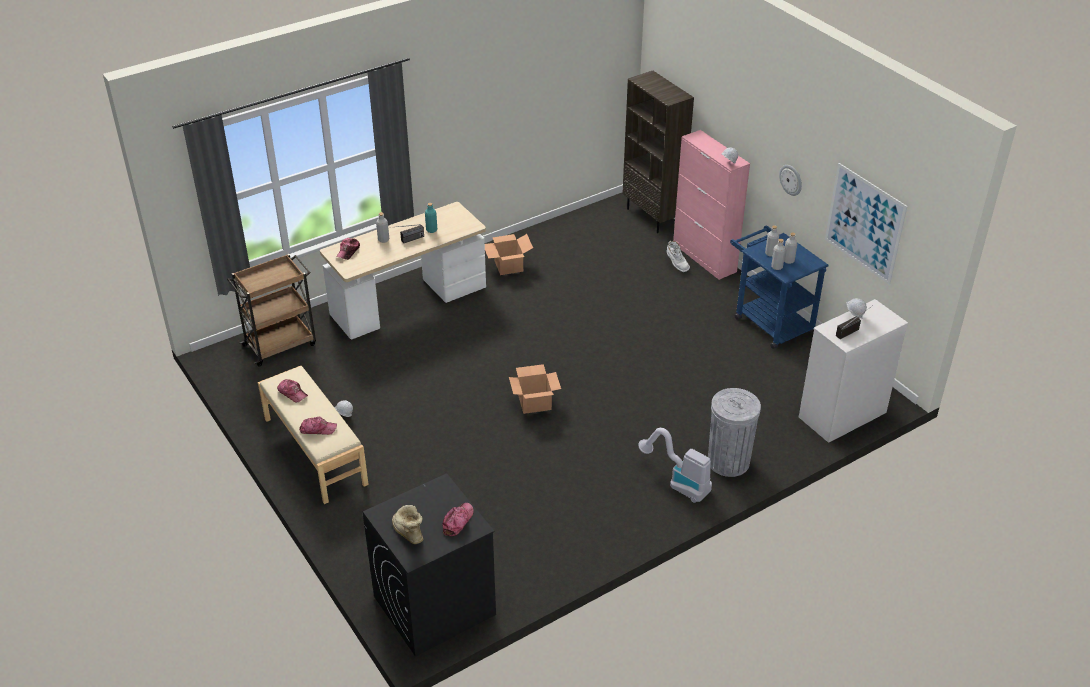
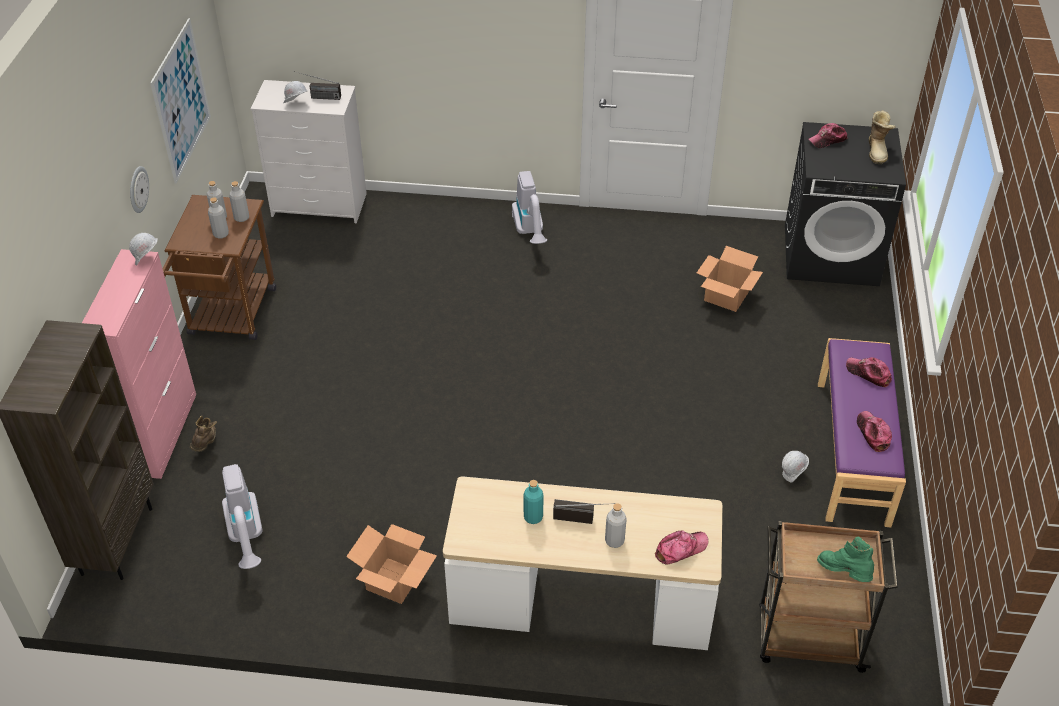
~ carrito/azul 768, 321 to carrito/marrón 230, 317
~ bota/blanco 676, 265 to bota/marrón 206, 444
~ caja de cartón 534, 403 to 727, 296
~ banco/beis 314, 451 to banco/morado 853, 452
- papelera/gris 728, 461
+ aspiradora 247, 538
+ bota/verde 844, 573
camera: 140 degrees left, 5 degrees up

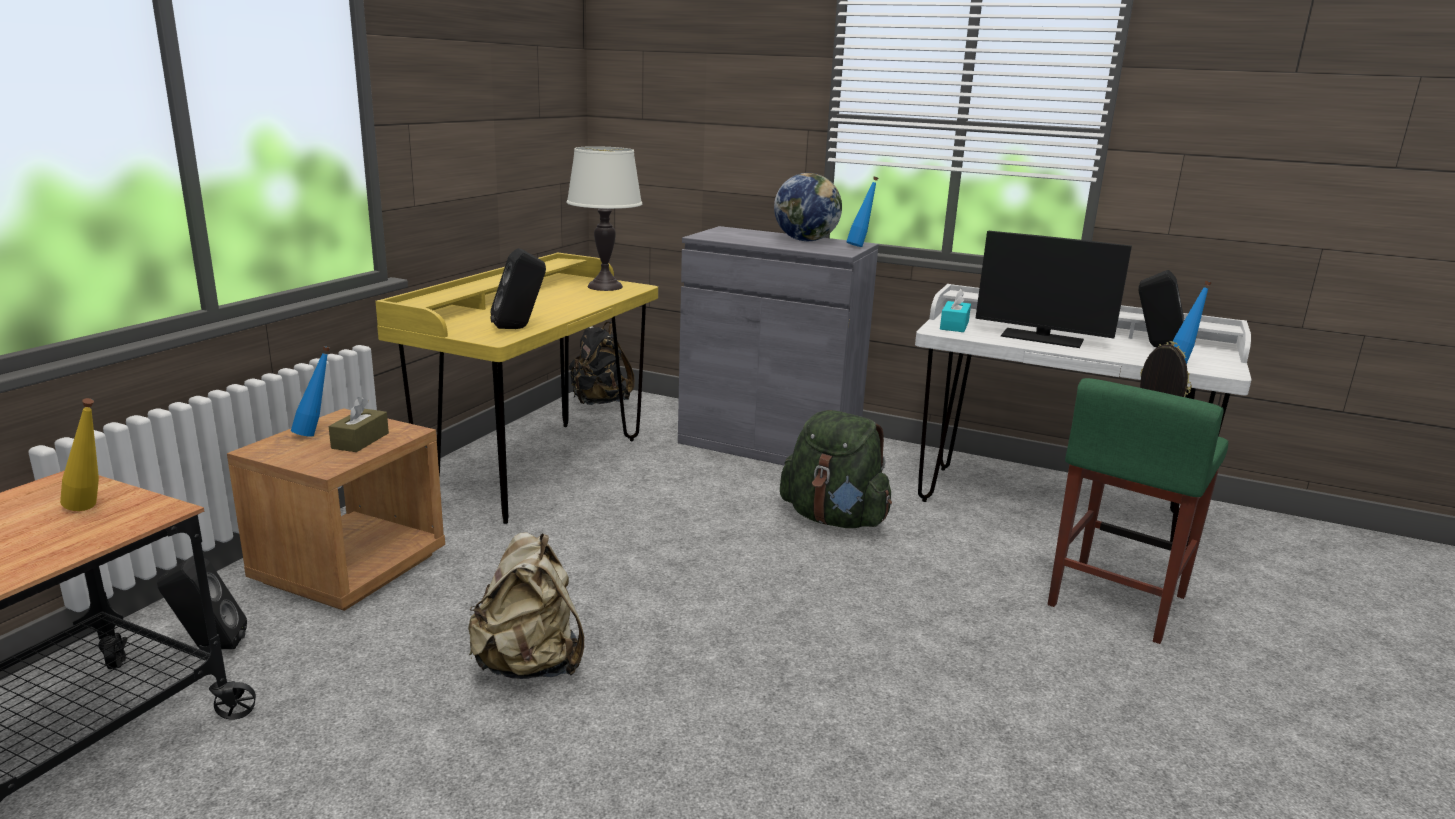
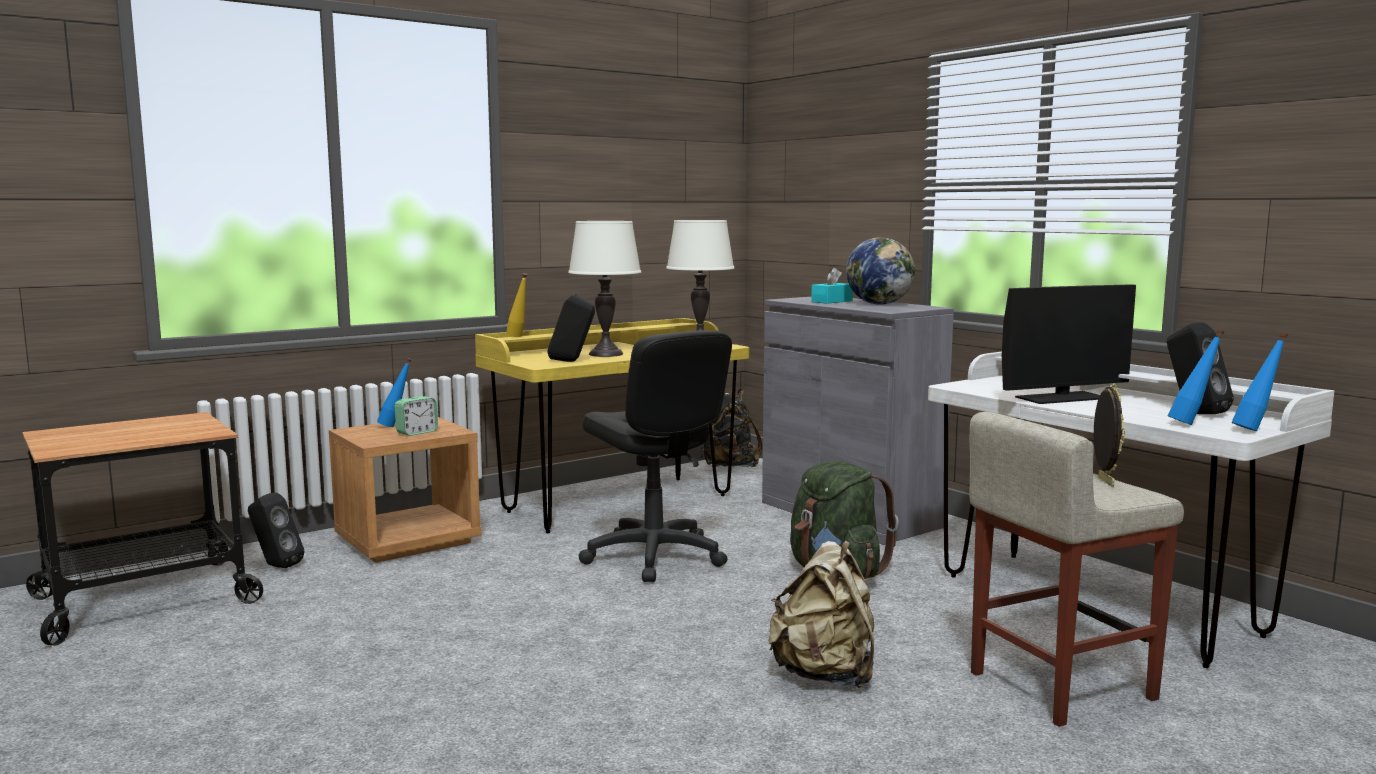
~ botella/azul 860, 246 to 1255, 430
~ monitor 1042, 338 = 1062, 398 75 degrees counterclockwise
~ caja de pañuelos/turquesa 954, 325 to 832, 301
~ taburete/verde 1116, 601 to taburete/beis 1059, 686
~ caja de pañuelos/marrón 360, 440 to despertador 417, 432
~ botella/amarillo 92, 510 to 519, 337
~ mochila/beis 529, 665 to 825, 675
+ lámpara de mesa/blanco 605, 354
+ silla de oficina/negro 653, 557
camera: 30 degrees right, 10 degrees down

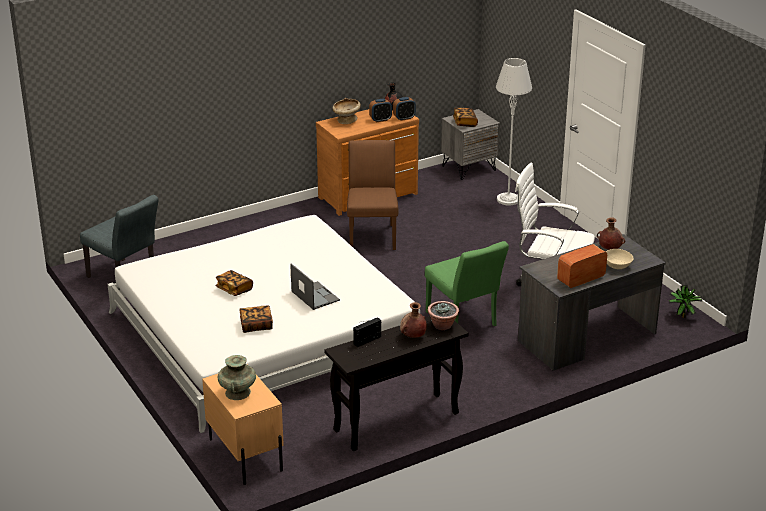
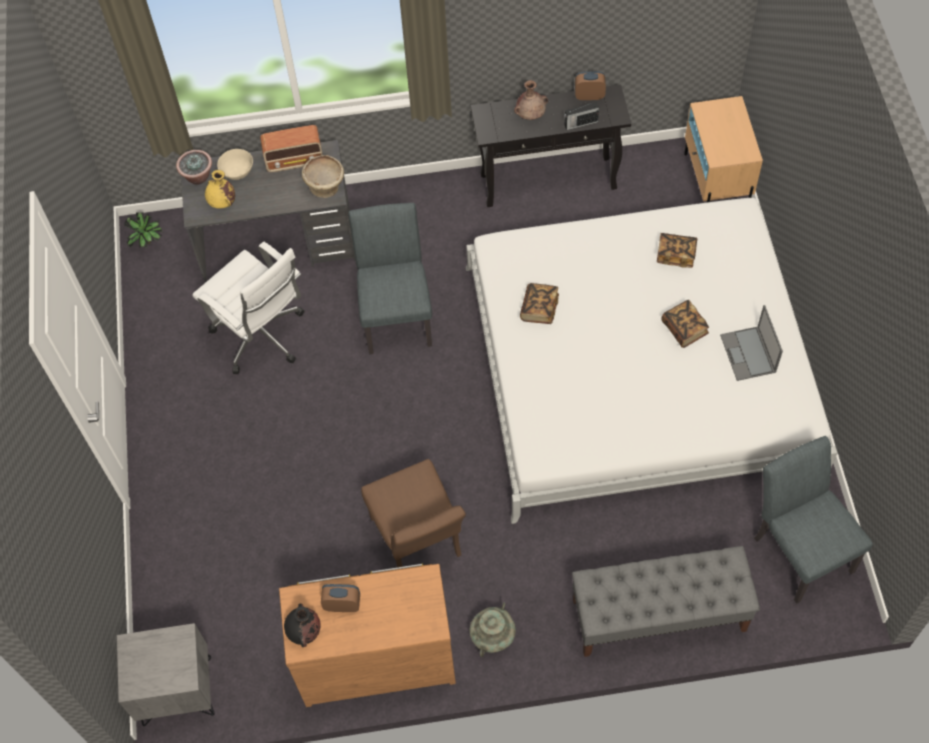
- lámpara de pie/gris 508, 199
~ despertador 404, 118 to 589, 95
~ cuenco/beis 346, 121 to 325, 186
~ libro 465, 123 to 539, 309
~ silla/marrón 372, 234 = 419, 543 45 degrees counterclockwise
~ florero/marrón 609, 249 to florero/amarillo 223, 203
~ silla/verde 464, 321 to silla/gris 396, 314
~ portátil 314, 295 to 748, 354
~ planta en maceta 443, 325 to 198, 177
~ florero/turquesa 237, 393 to 493, 637
+ banco/gris 658, 615
camera: 155 degrees left, 30 degrees up

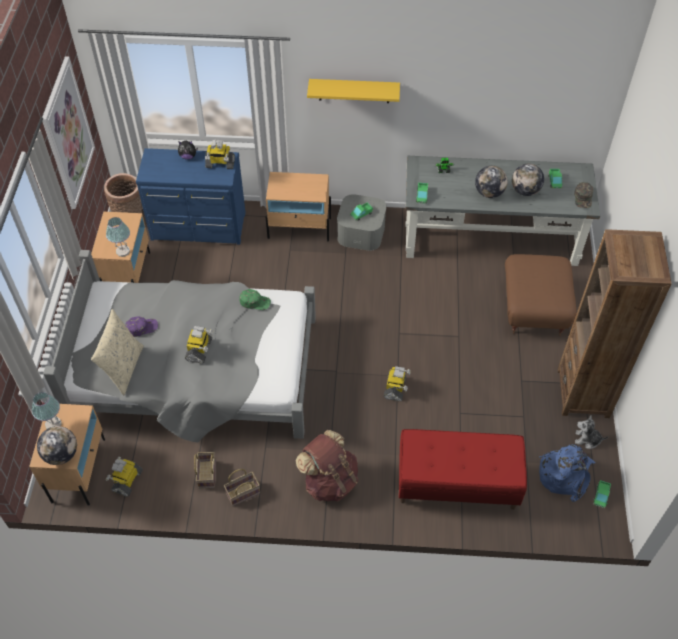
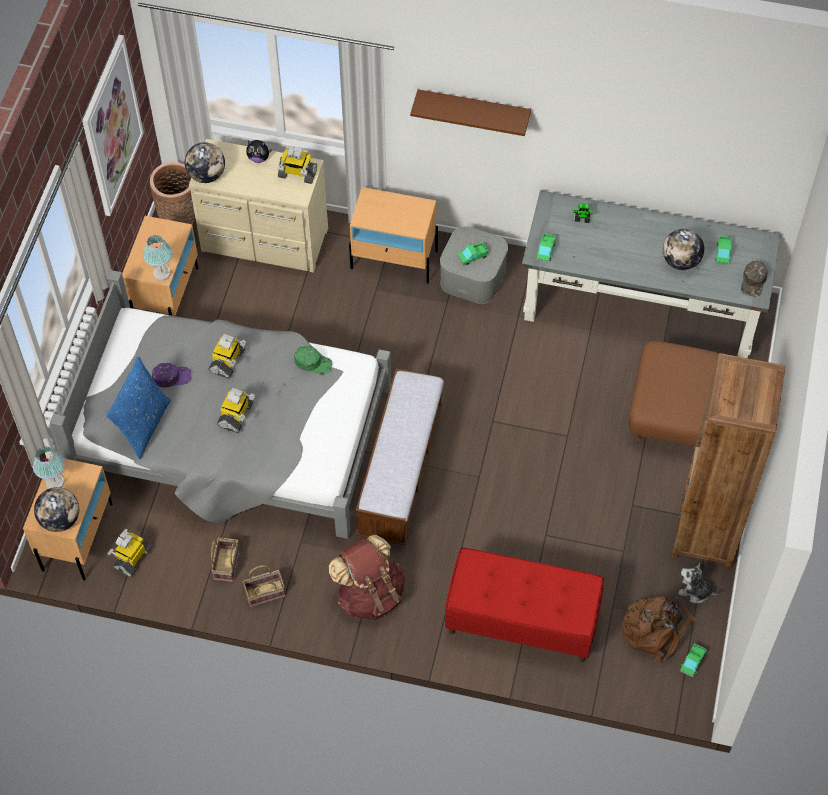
~ estante/amarillo 354, 91 to estante/marrón 473, 110
~ cómoda/azul 199, 228 to cómoda/beis 264, 242
~ globo terráqueo 489, 193 to 206, 175
~ cojín/beis 123, 368 to cojín/azul 143, 425
~ robot de juguete 395, 388 to 227, 362
~ mochila/azul 564, 474 to mochila/marrón 655, 629
+ banco 401, 472
camera: 10 degrees right, 5 degrees up

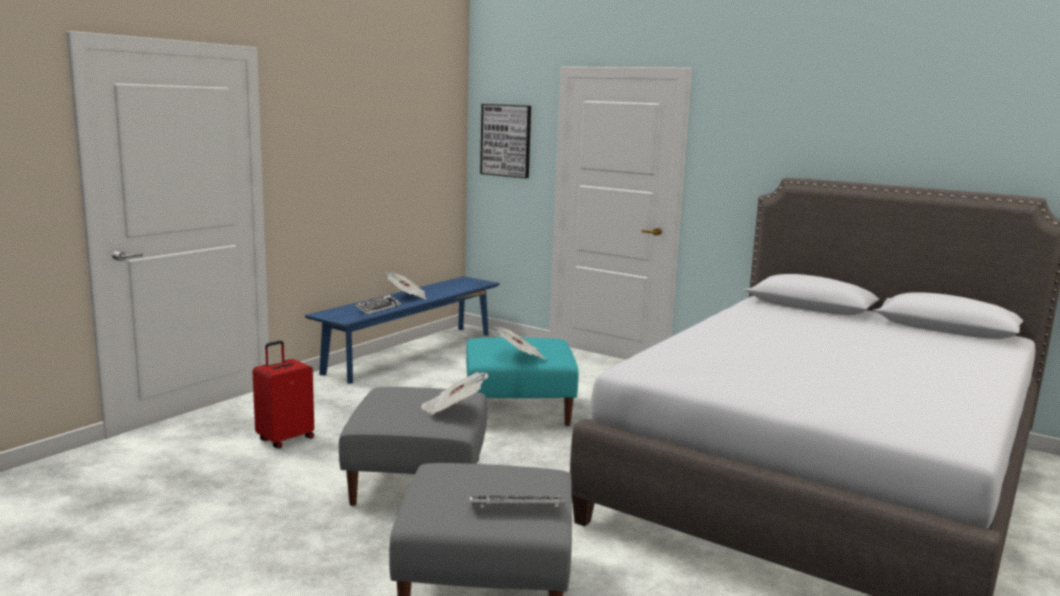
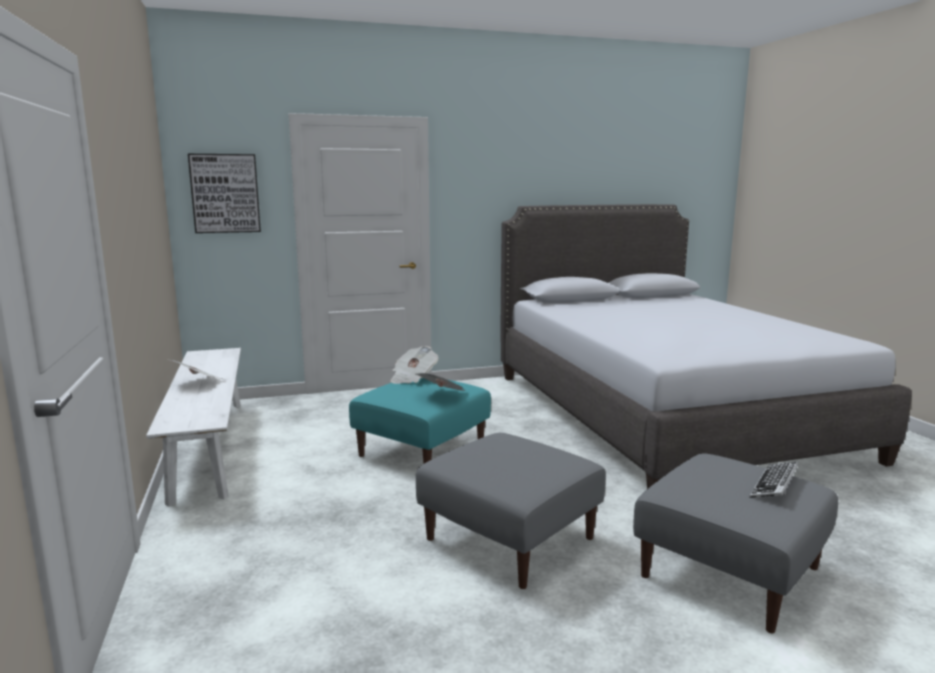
~ banco/azul 411, 353 to banco/blanco 209, 446
- teclado 378, 308
- maleta/rojo 285, 439
~ periódico 453, 410 to 413, 378
camera: 50 degrees left, 0 degrees up

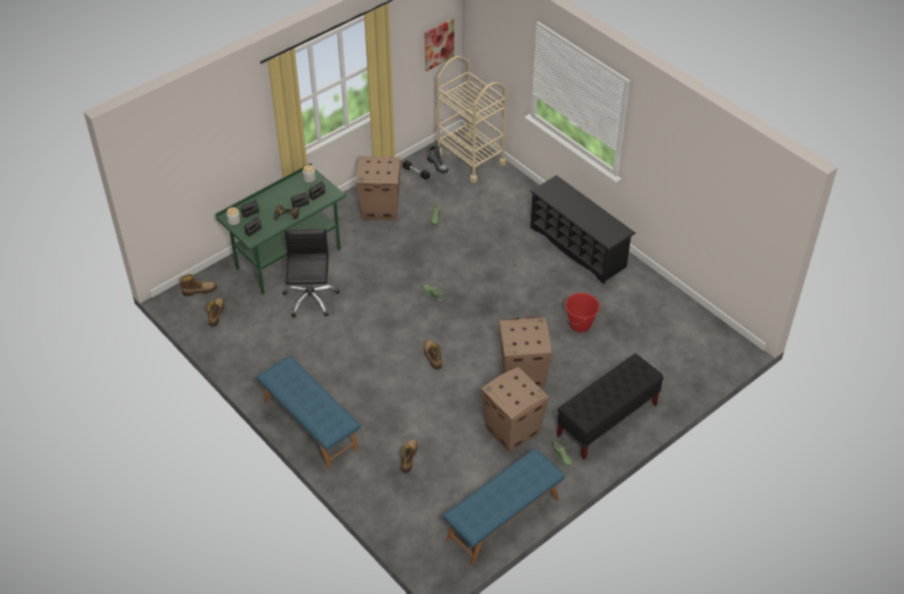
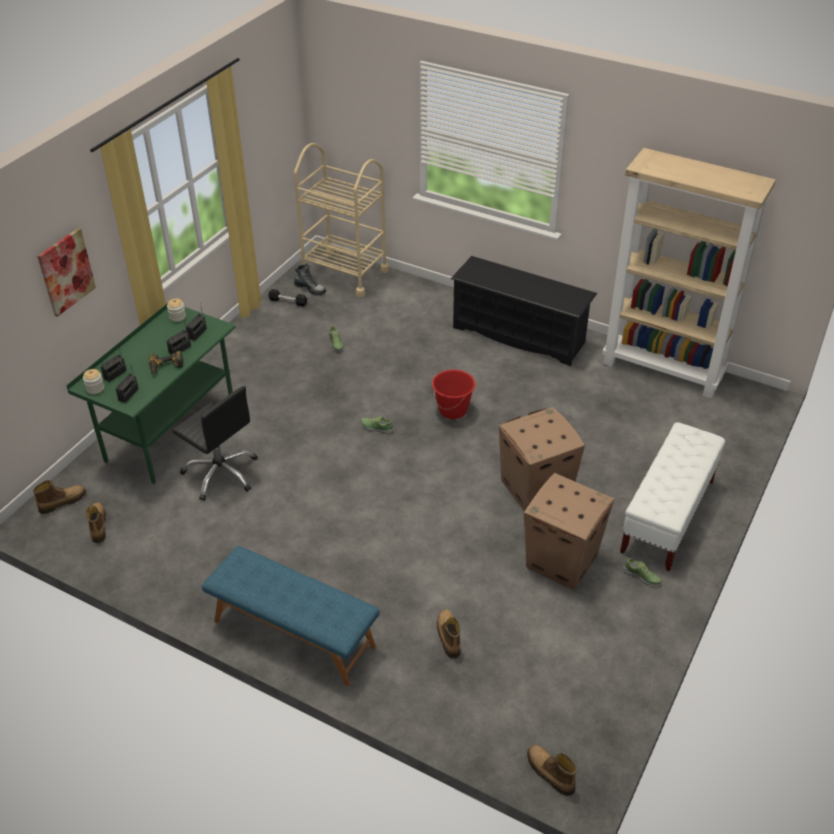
~ cuadro 438, 44 to 66, 271
- caja de cartón 381, 208
~ silla de oficina/negro 310, 299 = 221, 473 150 degrees clockwise
~ cubo/rojo 580, 324 to 453, 410
~ bota 432, 356 to 549, 773
~ banco/negro 607, 421 to banco/blanco 667, 516
- banco/azul 504, 519
+ estantería/beis 664, 370
camera: 20 degrees left, 5 degrees down

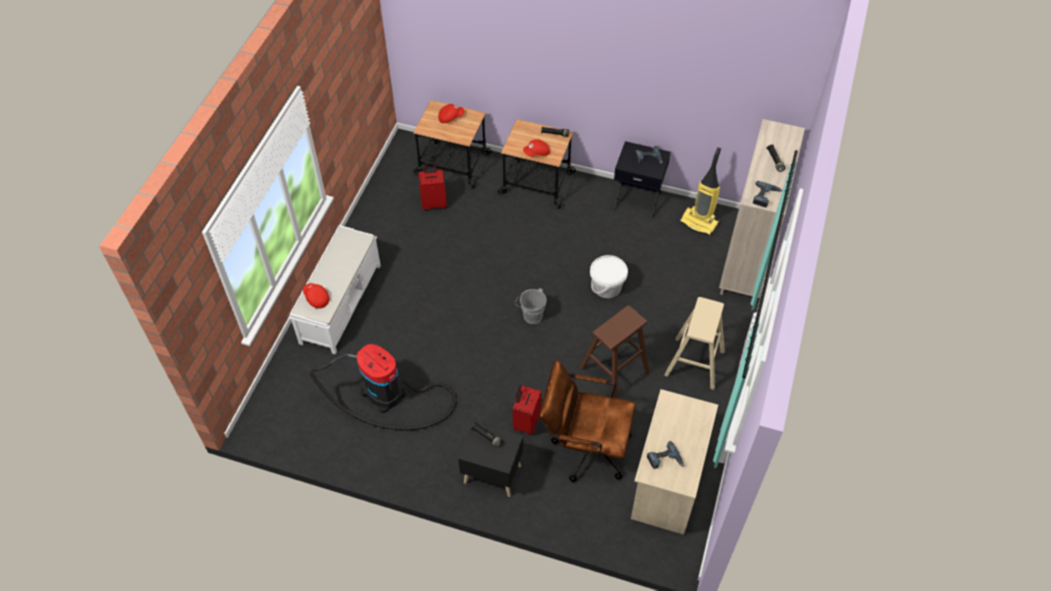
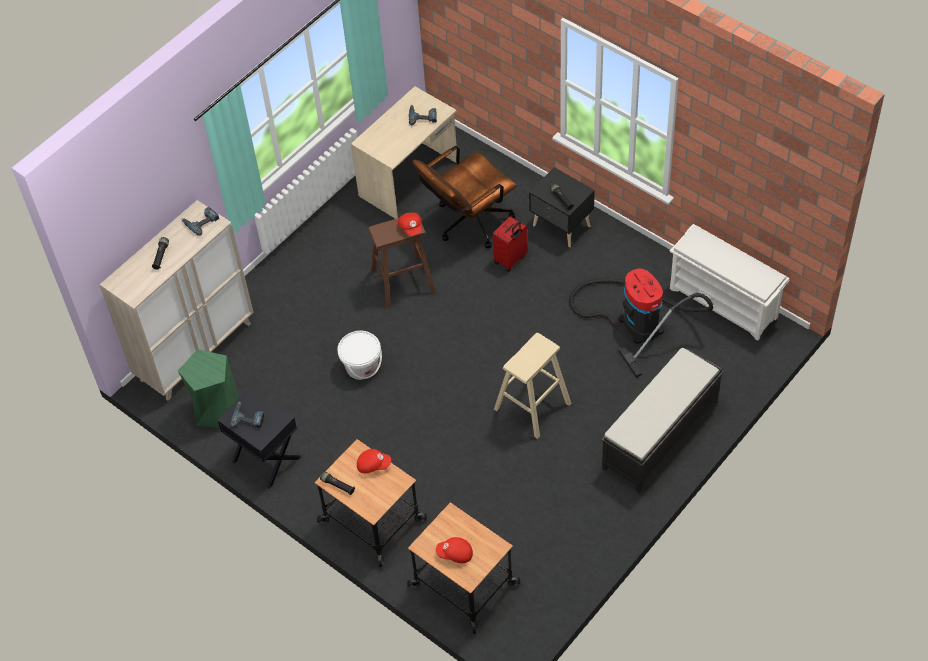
~ aspiradora 699, 222 to taburete/verde 215, 409
- maleta/rojo 434, 203
~ banco/blanco 341, 303 to banco/negro 659, 435
~ gorra/rojo 316, 298 to 411, 227
- cubo/gris 531, 315
~ taburete/beis 694, 363 to 532, 406
~ silla de oficina/marrón 584, 447 = 467, 224 105 degrees clockwise
+ zapatero/blanco 724, 303
camera: 155 degrees left, 0 degrees up

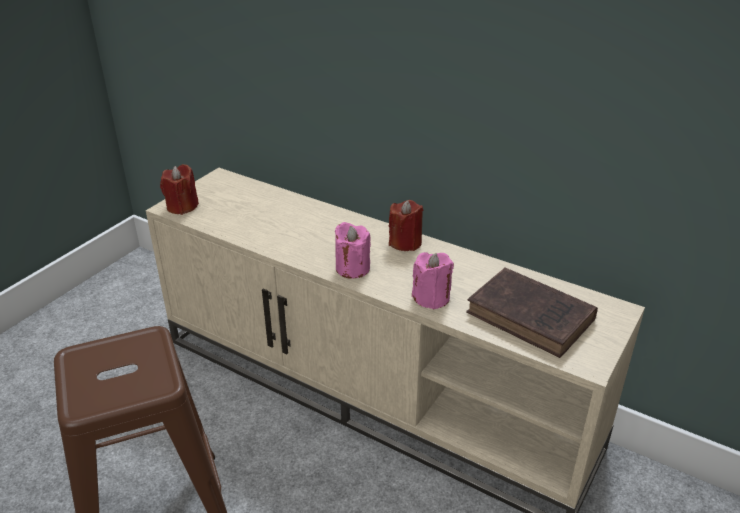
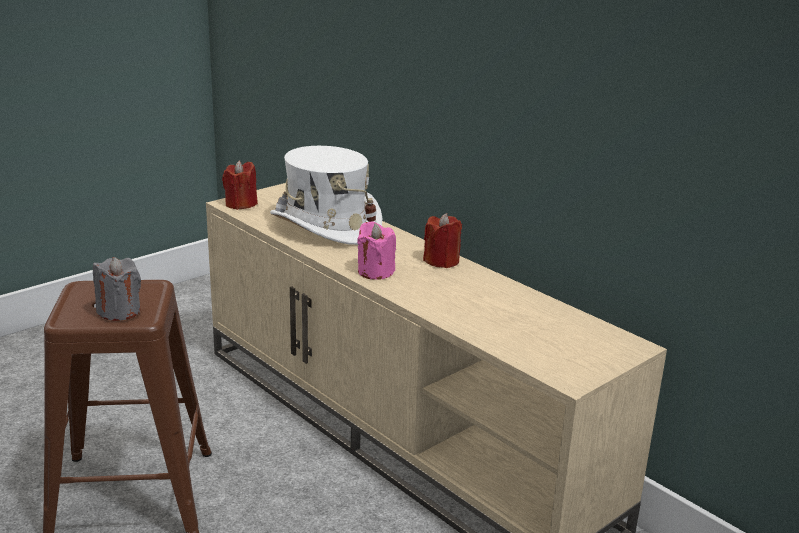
- vela/rosa 431, 298
- libro/marrón 533, 318
+ sombrero/blanco 325, 225
+ vela/gris 119, 311
camera: 15 degrees right, 10 degrees down

